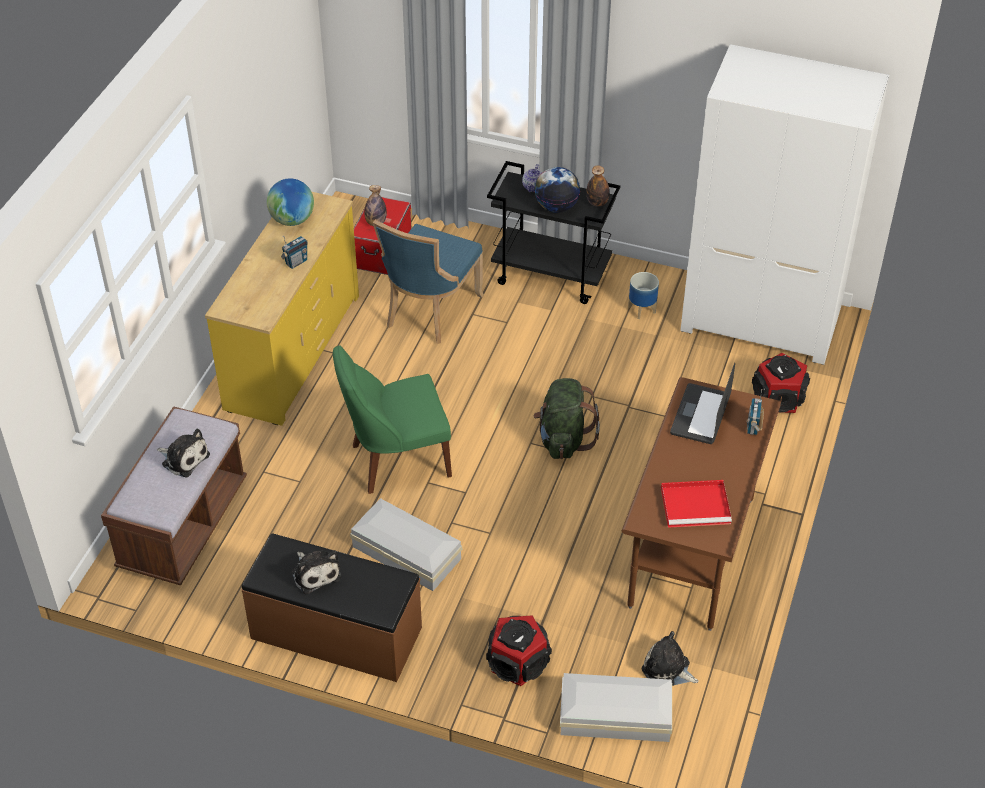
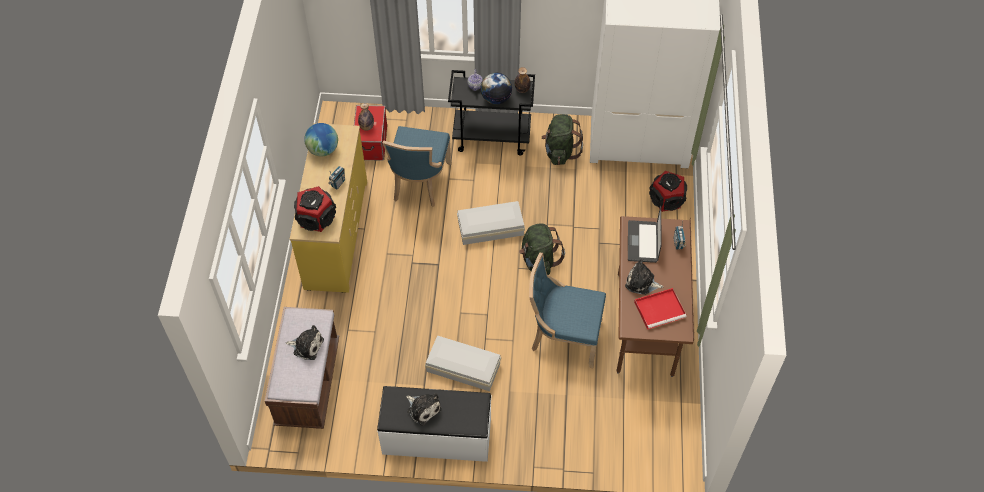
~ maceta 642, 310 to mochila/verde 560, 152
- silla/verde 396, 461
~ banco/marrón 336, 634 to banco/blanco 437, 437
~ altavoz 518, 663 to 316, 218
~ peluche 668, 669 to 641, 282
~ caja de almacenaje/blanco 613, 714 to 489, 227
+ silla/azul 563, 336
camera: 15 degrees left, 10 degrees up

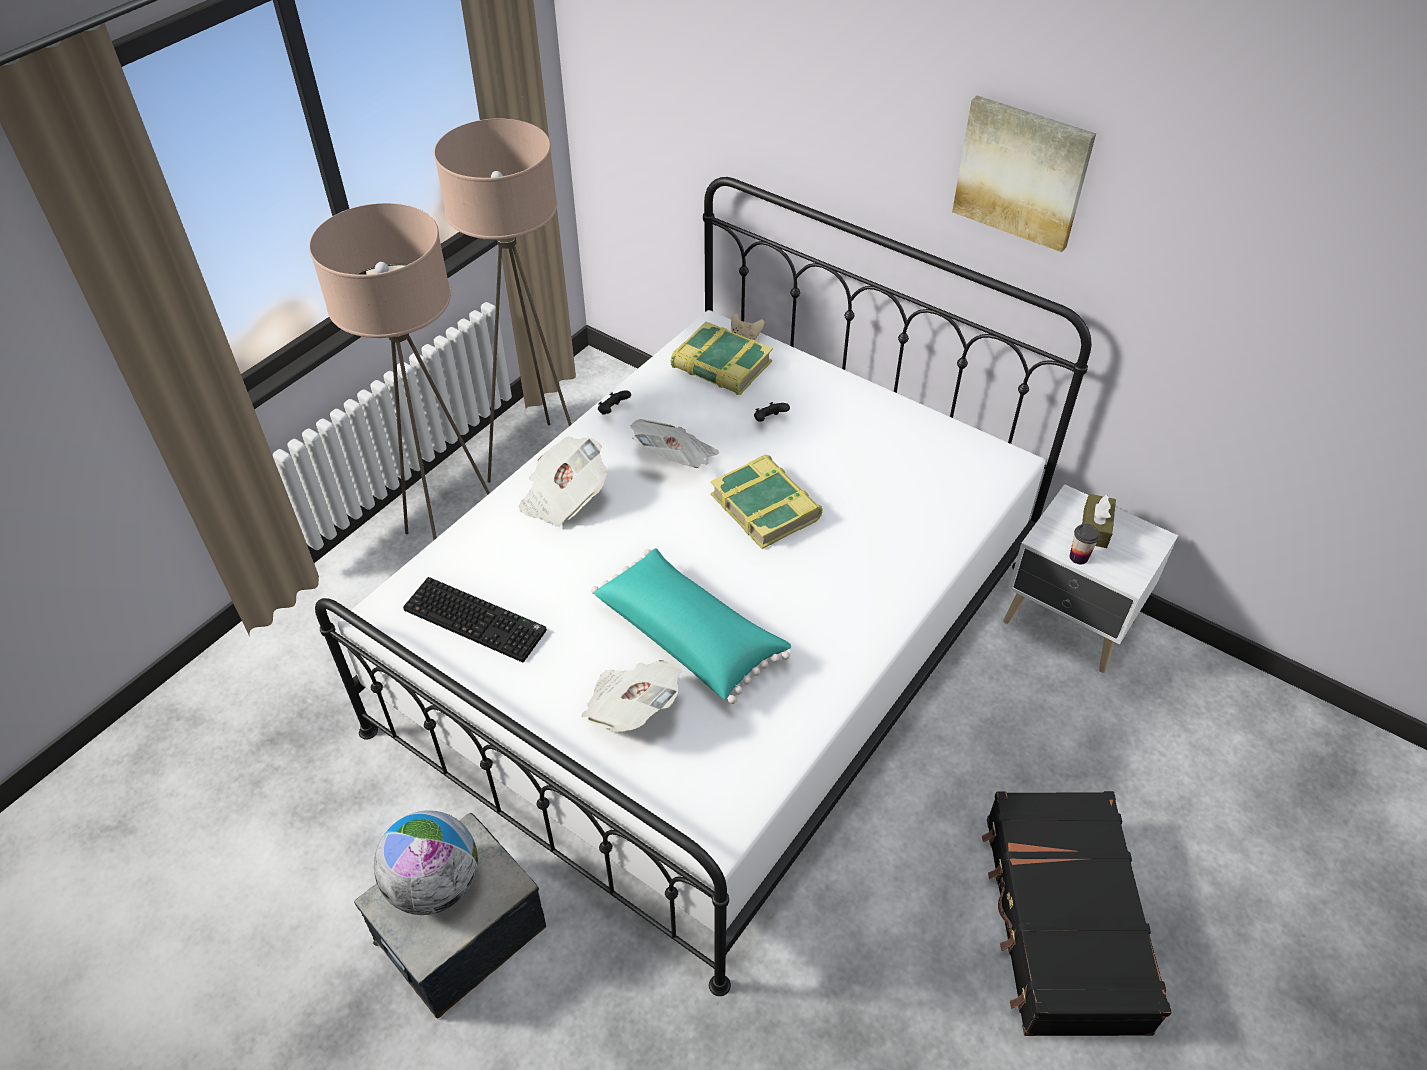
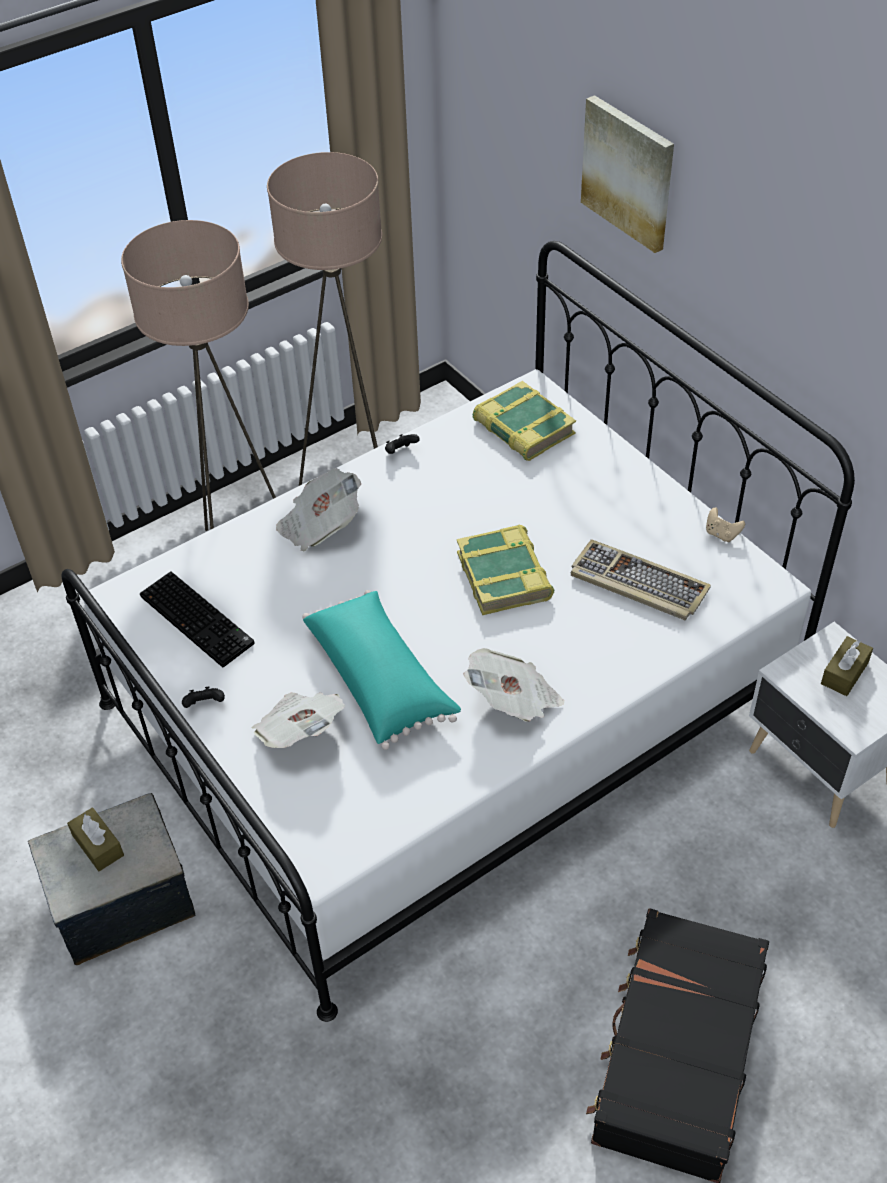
~ cuadro 1022, 172 to 629, 172
~ mando de consola/beis 745, 336 to 721, 534
~ mando de consola/negro 769, 420 to 205, 705
~ periódico 676, 460 to 514, 701
- taza 1078, 557
~ globo terráqueo 435, 884 to caja de pañuelos/marrón 98, 845
+ teclado 636, 583
camera: 20 degrees right, 0 degrees up

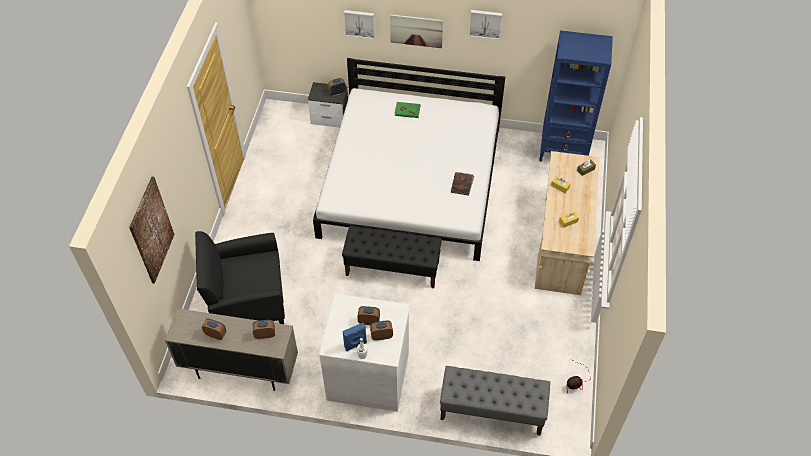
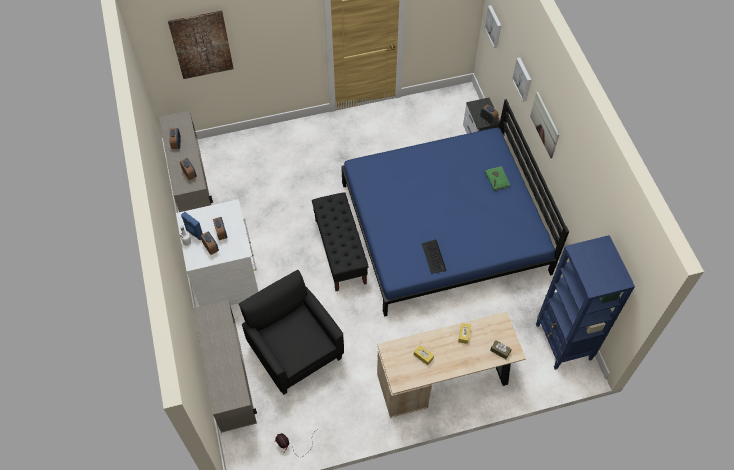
~ cuadro 485, 23 to 494, 26
~ cama/blanco 411, 181 to cama/azul 444, 227
~ libro/marrón 462, 184 to teclado 434, 257
~ sillón/negro 248, 300 to 295, 350
~ banco/gris 491, 410 to armario/beis 231, 384
camera: 65 degrees right, 5 degrees up

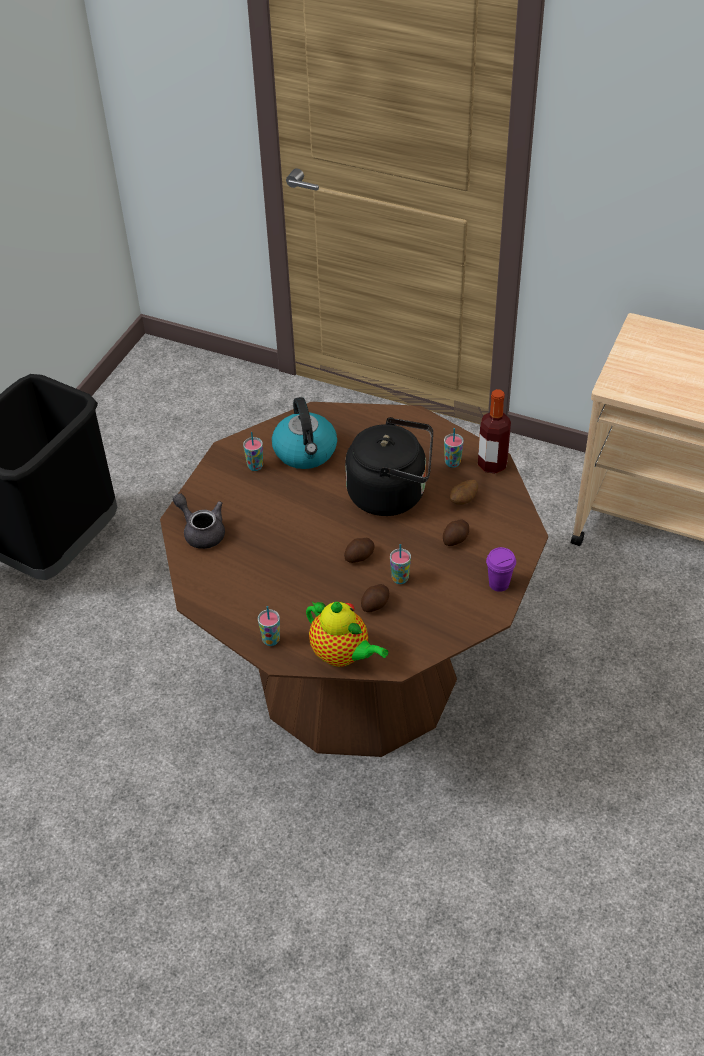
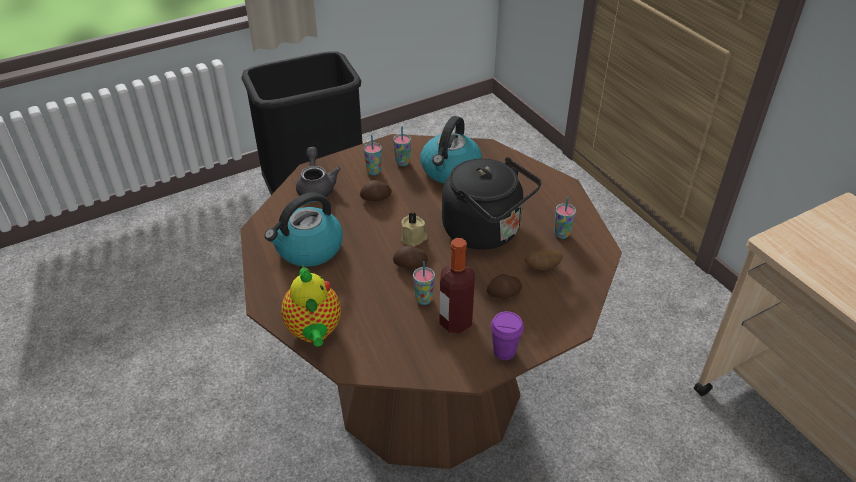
~ botella 492, 464 to 455, 322
~ patata 376, 604 to 376, 198
~ taza 271, 640 to 373, 171
+ hervidor 308, 249
+ vela/beis 414, 238
camera: 35 degrees right, 5 degrees down

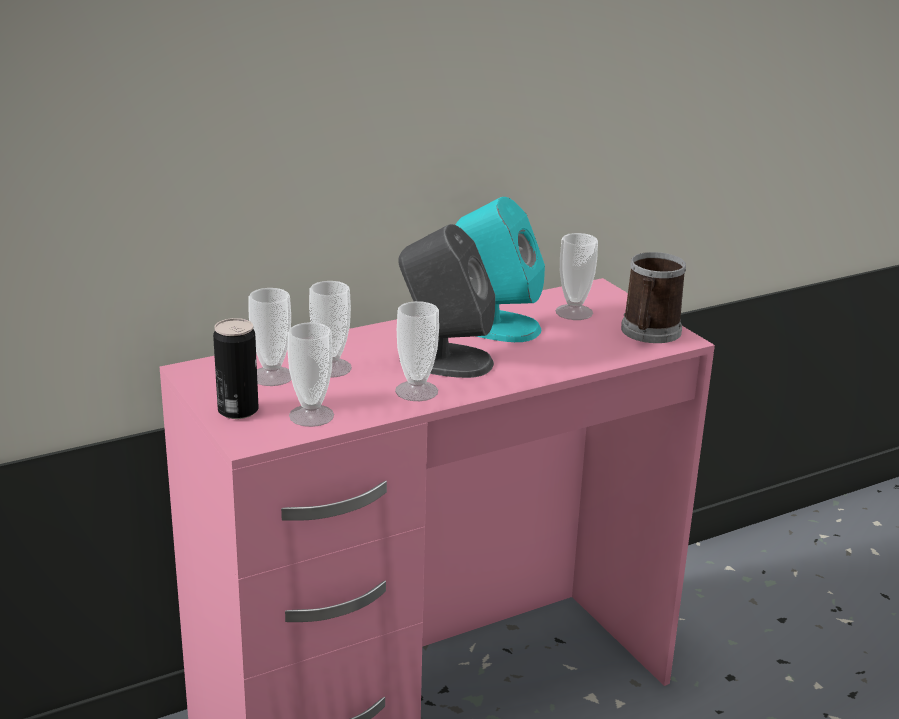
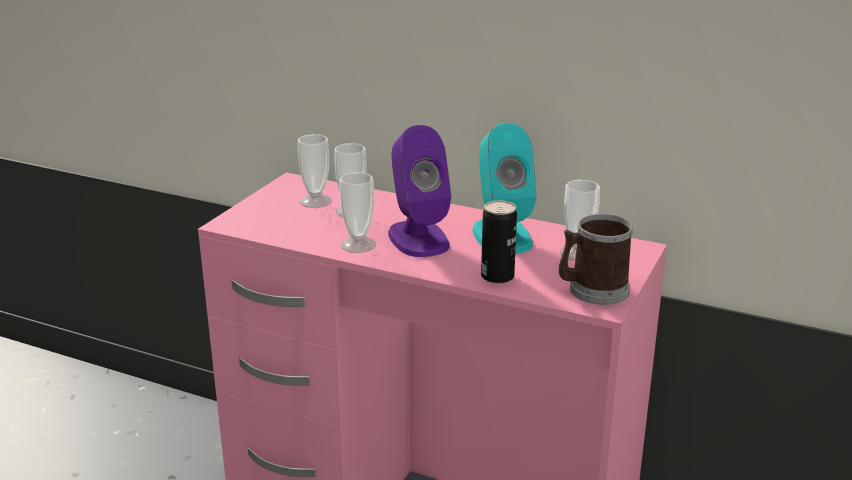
~ altavoz/gris 445, 360 to altavoz/morado 418, 238
~ lata 238, 410 to 497, 276
- taza 311, 415
camera: 55 degrees right, 0 degrees up

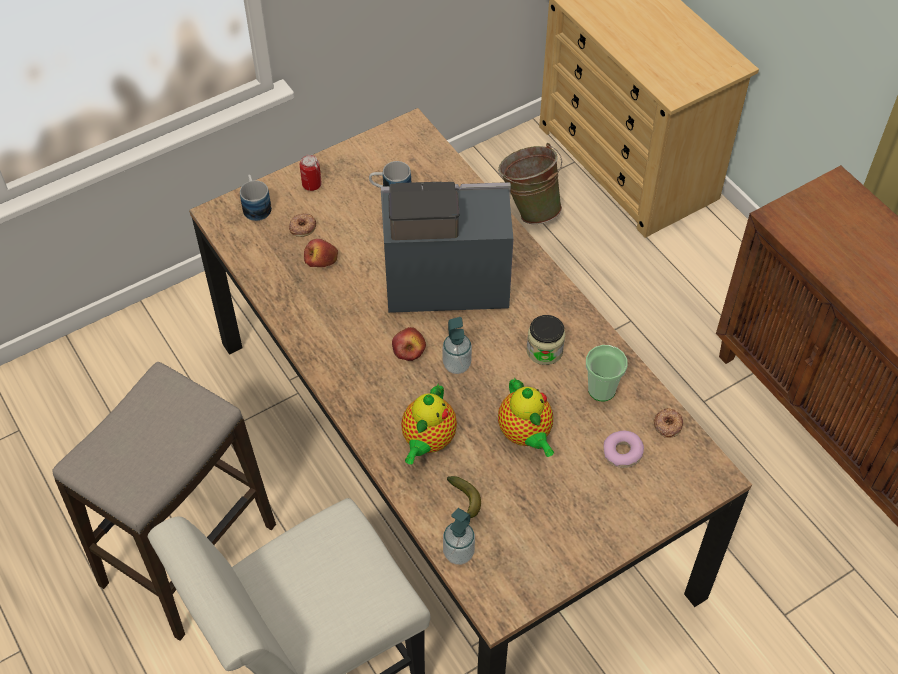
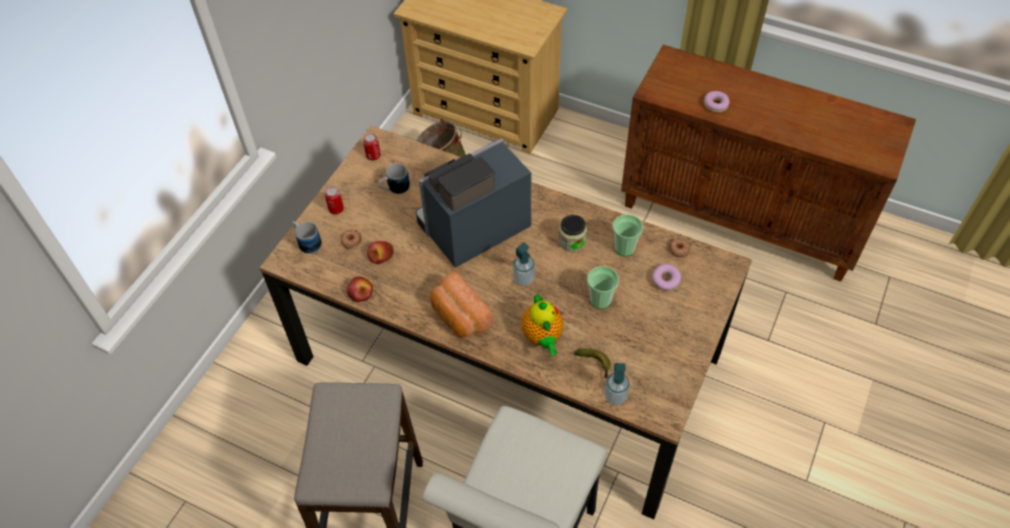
~ manzana 409, 349 to 360, 292
~ tetera 526, 435 to taza 600, 300
+ rosquilla 716, 104
+ lata 373, 156
+ pan 459, 317
camera: 30 degrees left, 0 degrees up

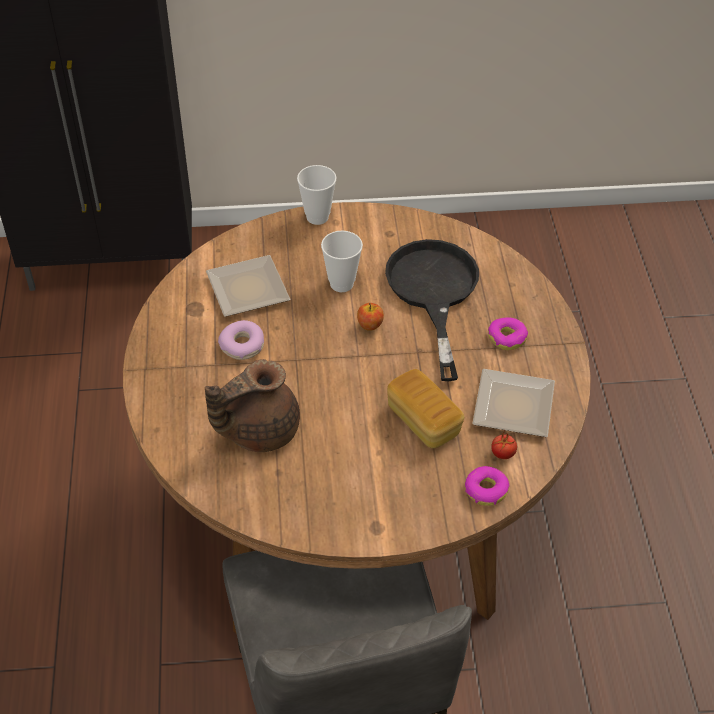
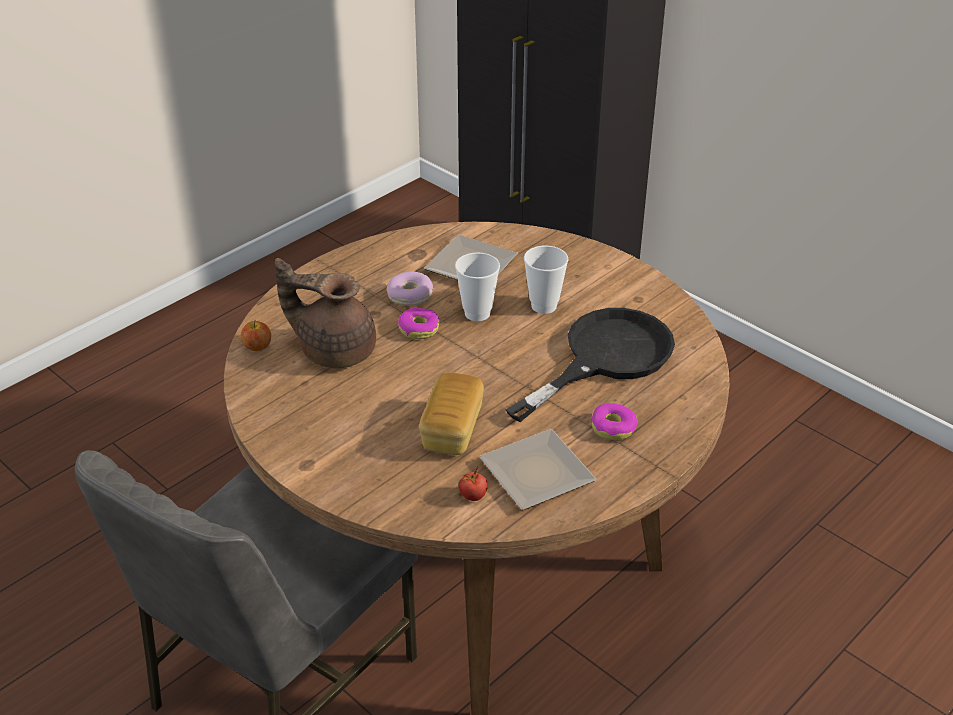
~ taza 317, 217 to 477, 313
~ manzana 370, 325 to 257, 347
~ rosquilla 485, 490 to 419, 329
camera: 50 degrees right, 10 degrees down

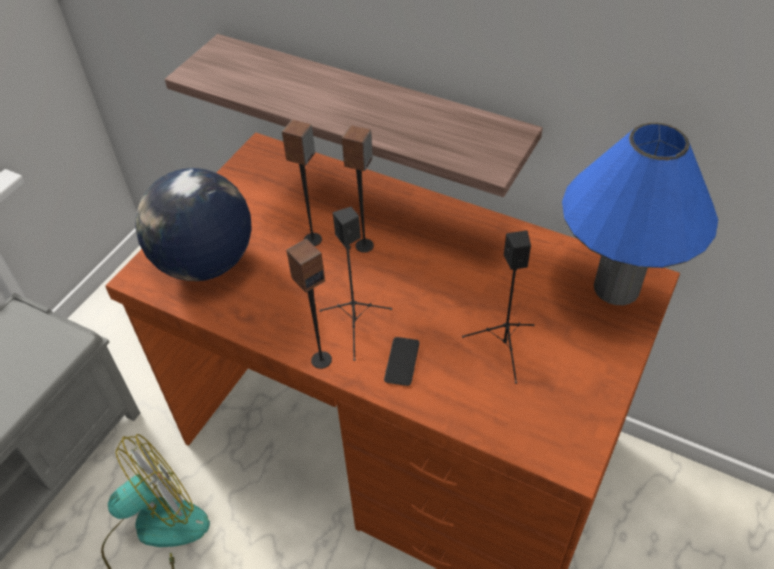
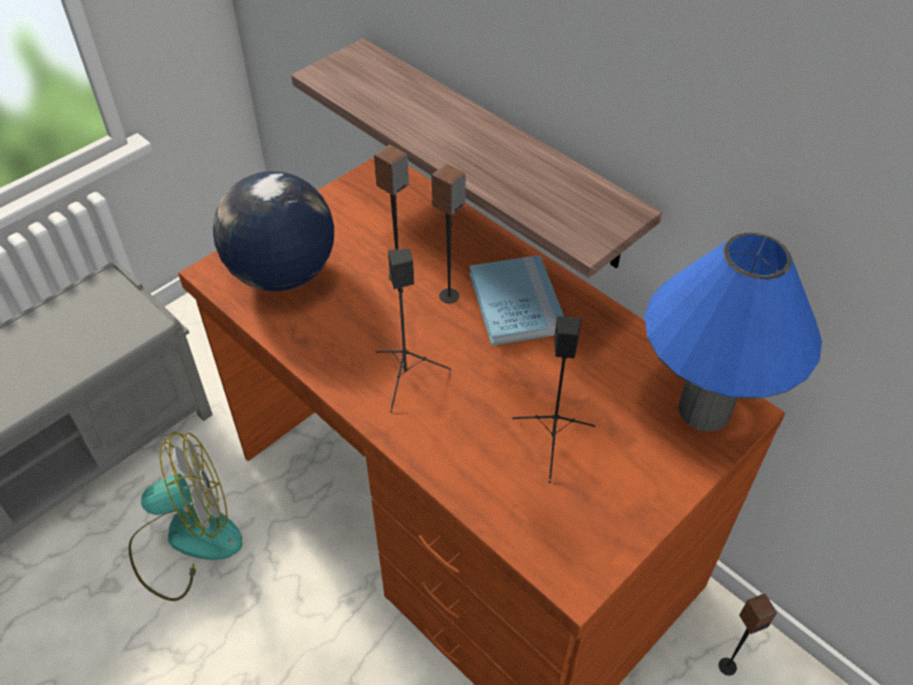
~ altavoz 321, 359 to 727, 666
- móvil 402, 361
+ libro/azul 516, 303
camera: 15 degrees right, 0 degrees up

